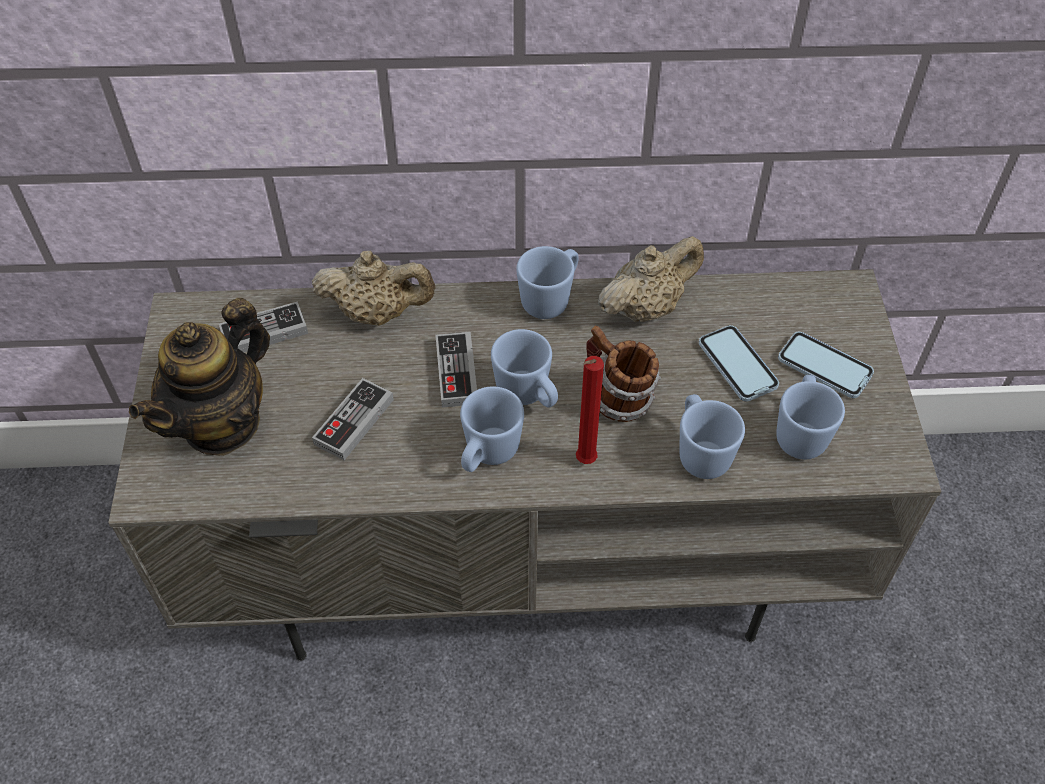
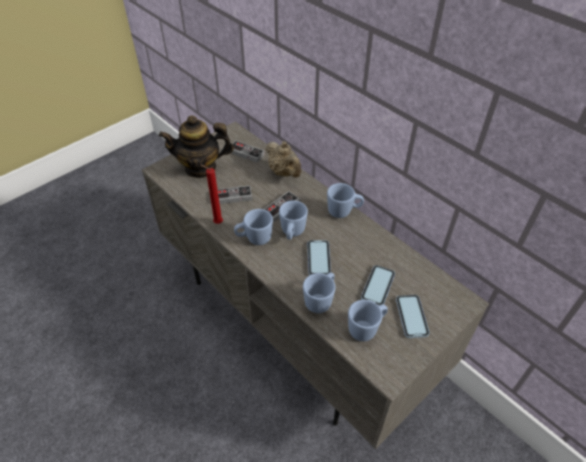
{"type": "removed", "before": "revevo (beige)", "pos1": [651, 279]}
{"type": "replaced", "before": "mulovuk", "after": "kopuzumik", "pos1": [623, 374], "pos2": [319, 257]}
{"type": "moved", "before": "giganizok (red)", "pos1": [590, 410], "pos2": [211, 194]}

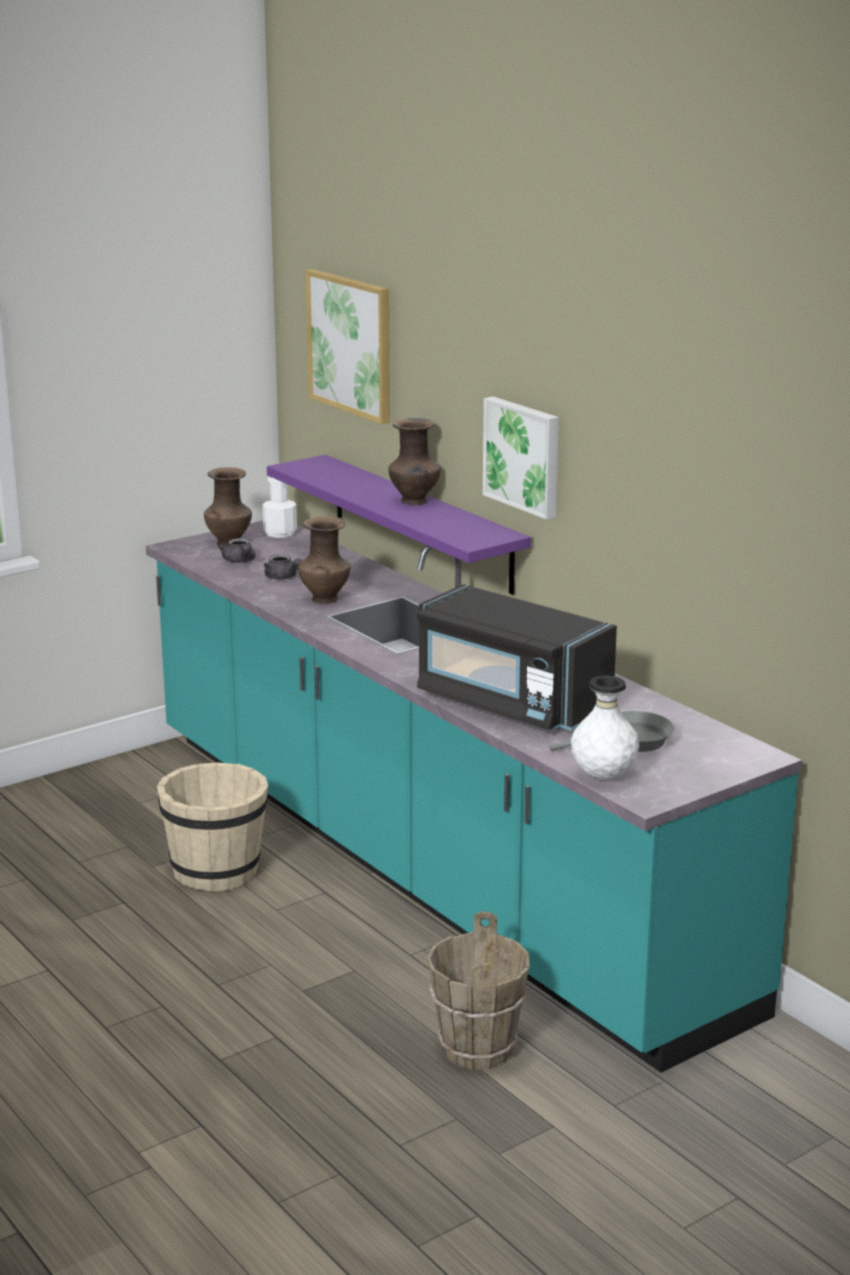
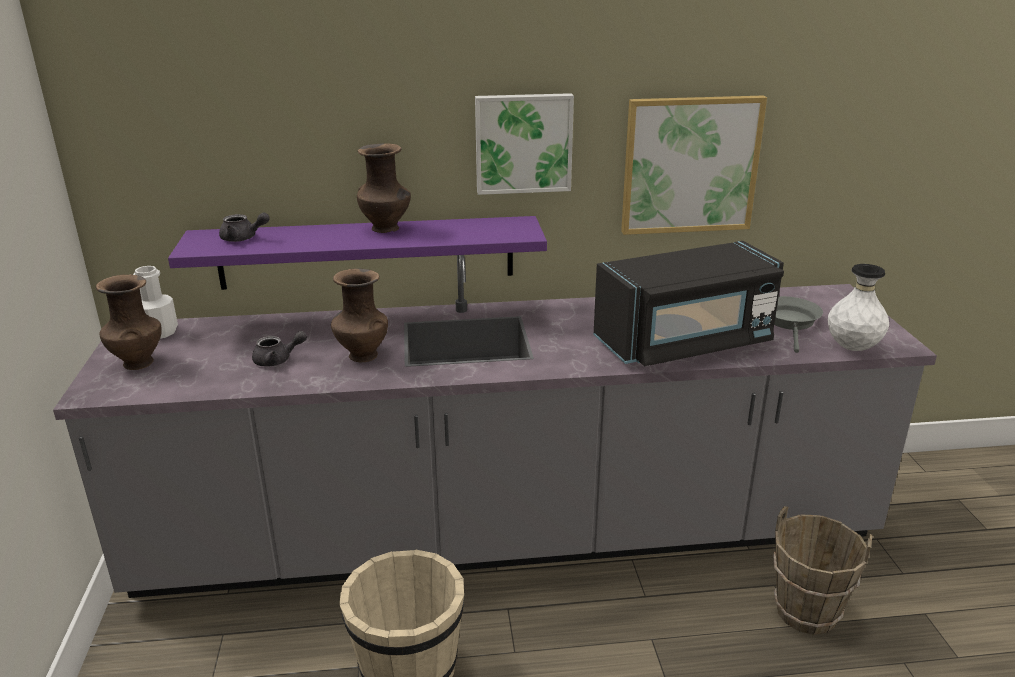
{"type": "moved", "before": "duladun", "pos1": [348, 346], "pos2": [694, 165]}
{"type": "recoloured", "before": "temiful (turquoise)", "after": "temiful (grey)", "pos1": [474, 797], "pos2": [495, 426]}
{"type": "moved", "before": "revevo (grey)", "pos1": [236, 550], "pos2": [244, 227]}

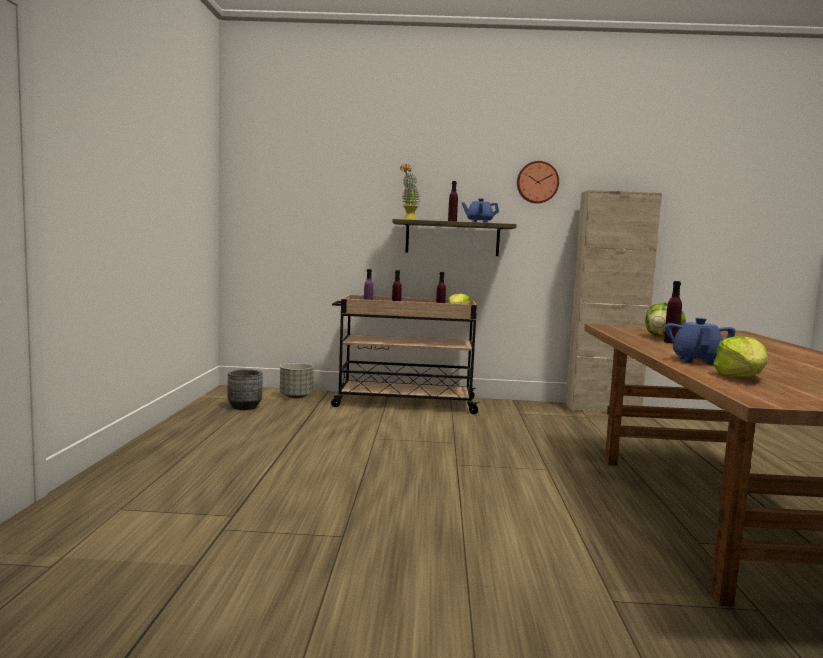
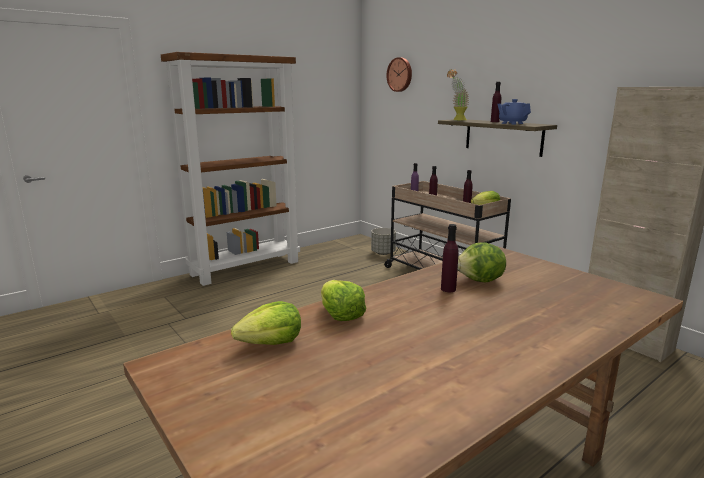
{"type": "moved", "before": "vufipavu", "pos1": [538, 182], "pos2": [399, 74]}
{"type": "replaced", "before": "revevo (blue)", "after": "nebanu", "pos1": [700, 341], "pos2": [343, 300]}
{"type": "removed", "before": "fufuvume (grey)", "pos1": [245, 389]}
{"type": "added", "after": "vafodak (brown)", "pos2": [230, 169]}

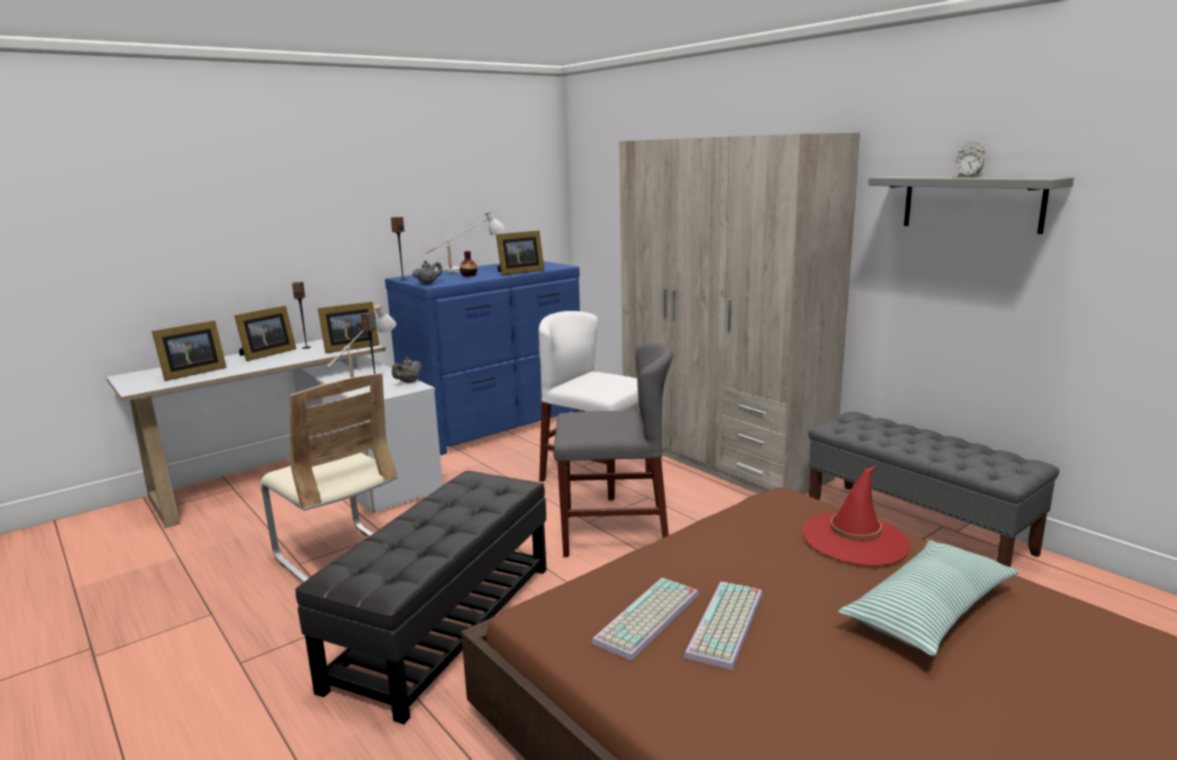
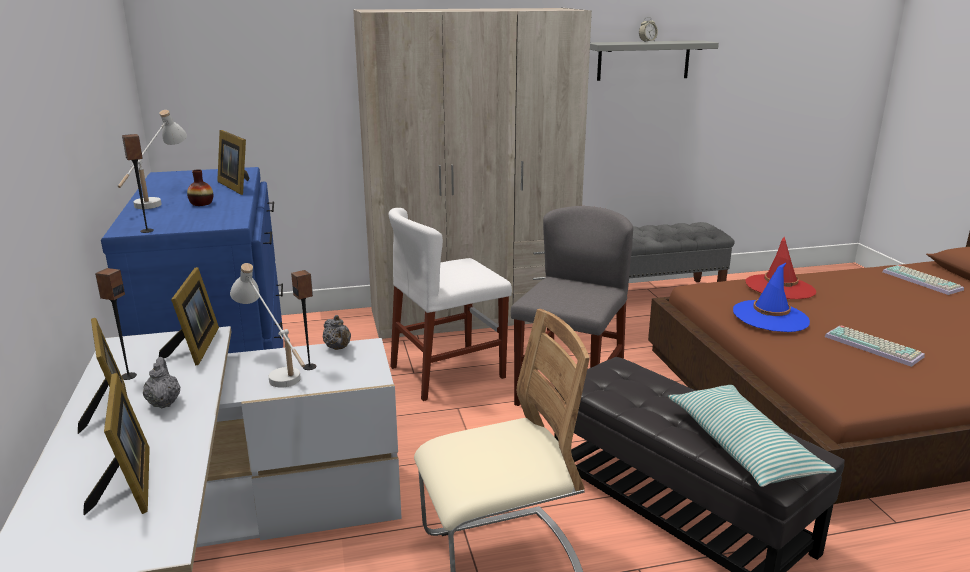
{"type": "turned", "before": "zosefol", "pos1": [520, 253], "pos2": [233, 162], "turn": 150}
{"type": "moved", "before": "revevo (grey)", "pos1": [427, 272], "pos2": [161, 382]}
{"type": "moved", "before": "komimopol", "pos1": [928, 598], "pos2": [752, 436]}
{"type": "moved", "before": "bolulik", "pos1": [645, 619], "pos2": [923, 280]}
{"type": "added", "after": "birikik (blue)", "pos2": [771, 297]}

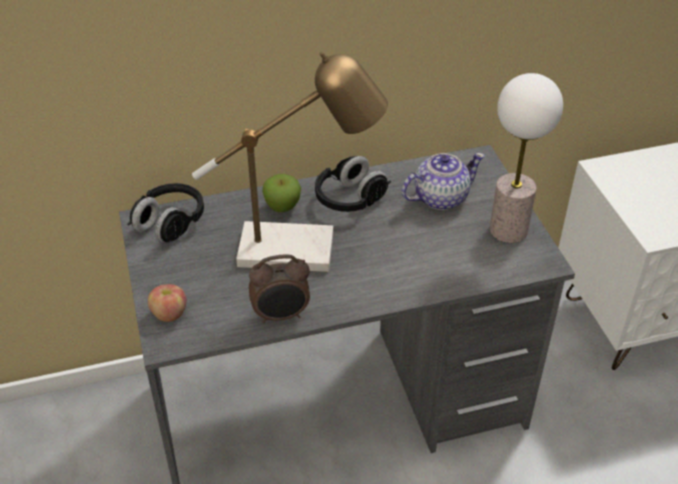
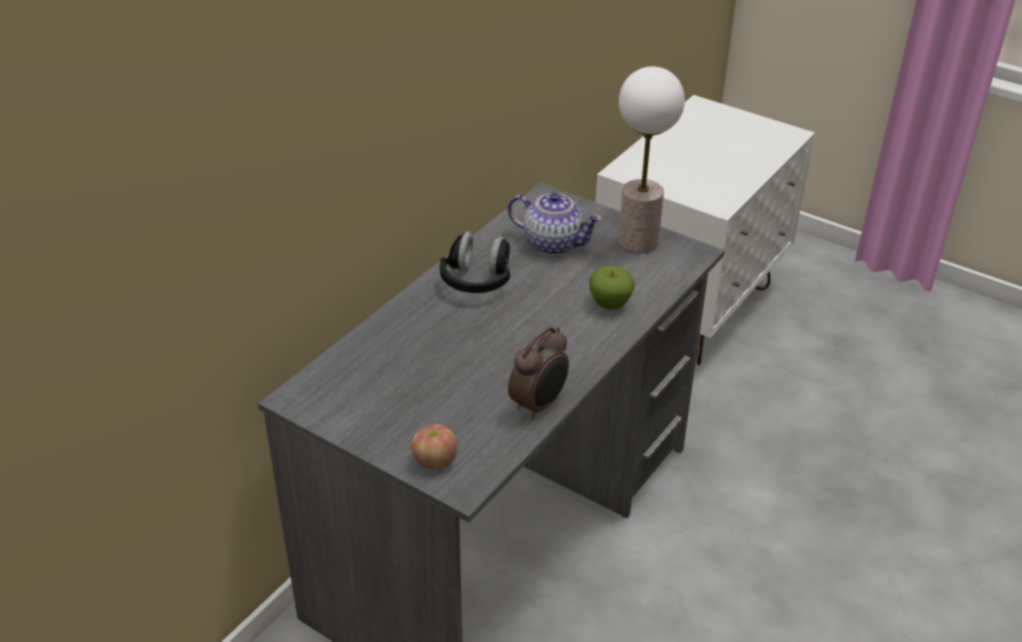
{"type": "removed", "before": "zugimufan", "pos1": [290, 162]}
{"type": "turned", "before": "revevo", "pos1": [443, 181], "pos2": [555, 224], "turn": 90}
{"type": "moved", "before": "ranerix", "pos1": [281, 193], "pos2": [612, 288]}
{"type": "removed", "before": "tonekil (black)", "pos1": [165, 213]}

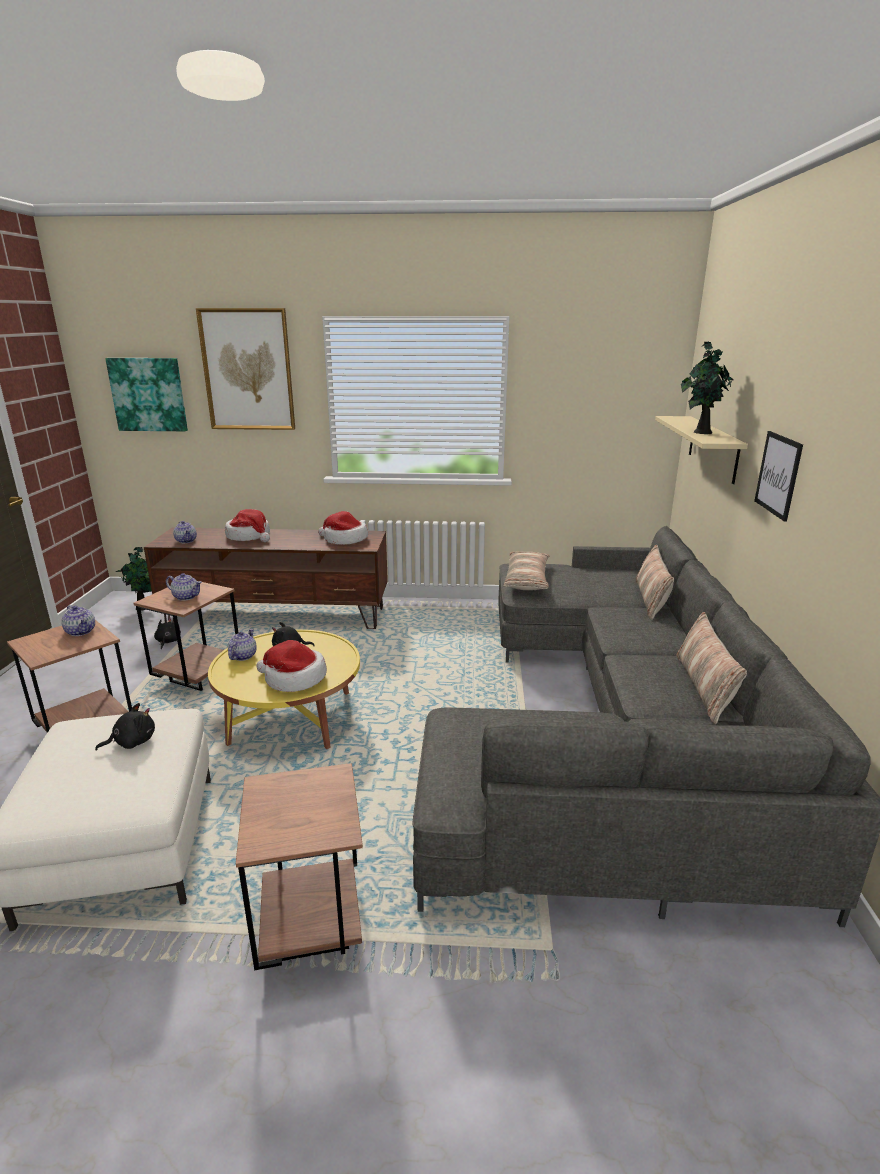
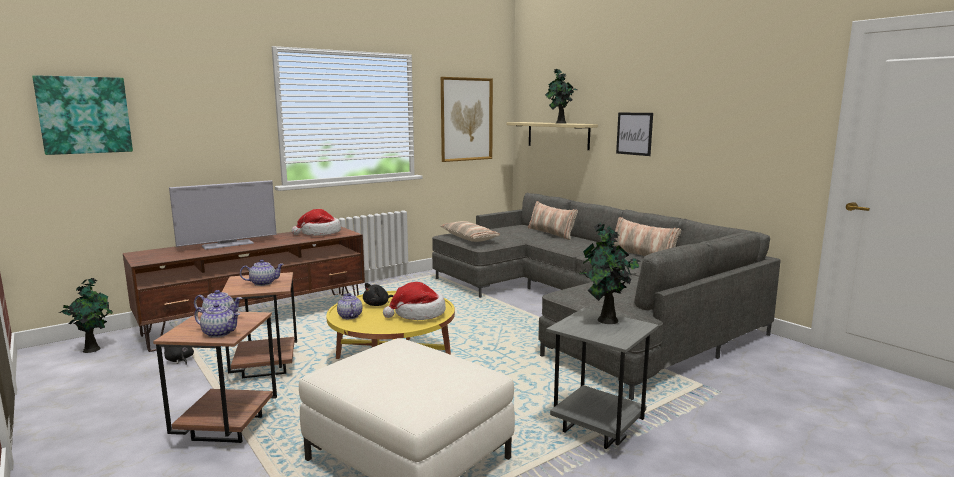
{"type": "moved", "before": "duladun", "pos1": [245, 369], "pos2": [467, 119]}
{"type": "replaced", "before": "birikik", "after": "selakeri", "pos1": [247, 525], "pos2": [223, 215]}
{"type": "moved", "before": "revevo", "pos1": [185, 532], "pos2": [217, 320]}
{"type": "removed", "before": "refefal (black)", "pos1": [125, 727]}
{"type": "recoloured", "before": "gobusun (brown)", "after": "gobusun (grey)", "pos1": [299, 866], "pos2": [602, 378]}
{"type": "added", "after": "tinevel", "pos2": [609, 273]}

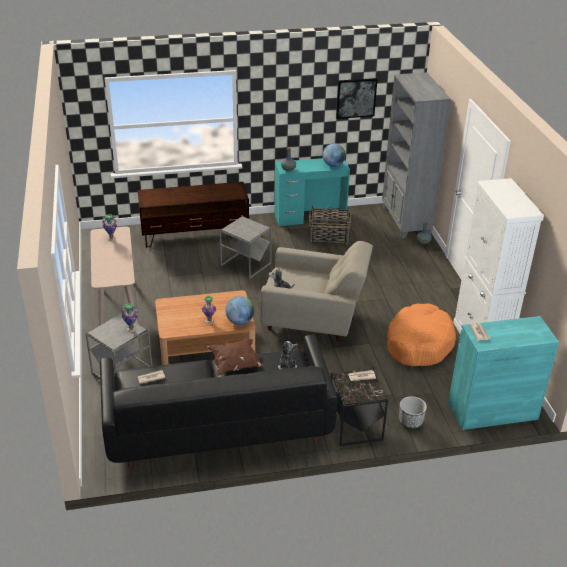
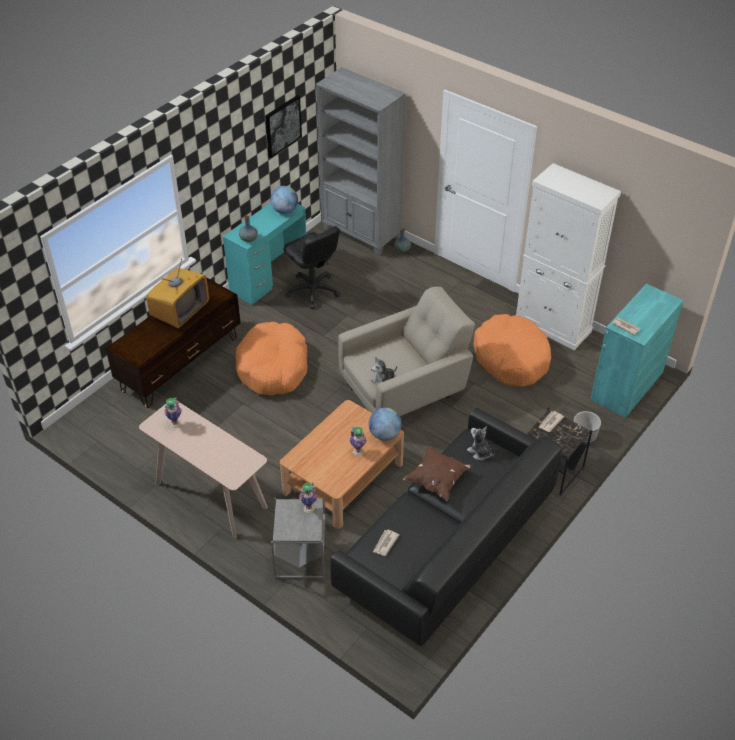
{"type": "replaced", "before": "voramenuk", "after": "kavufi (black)", "pos1": [330, 224], "pos2": [312, 267]}
{"type": "replaced", "before": "gobusun (grey)", "after": "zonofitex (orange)", "pos1": [245, 247], "pos2": [271, 359]}
{"type": "added", "after": "selakeri", "pos2": [177, 293]}

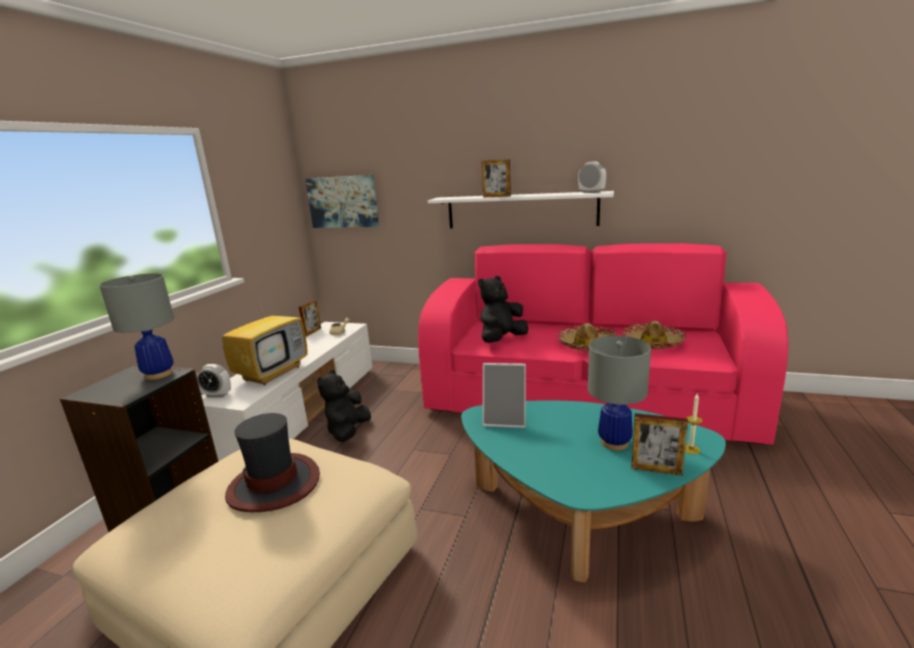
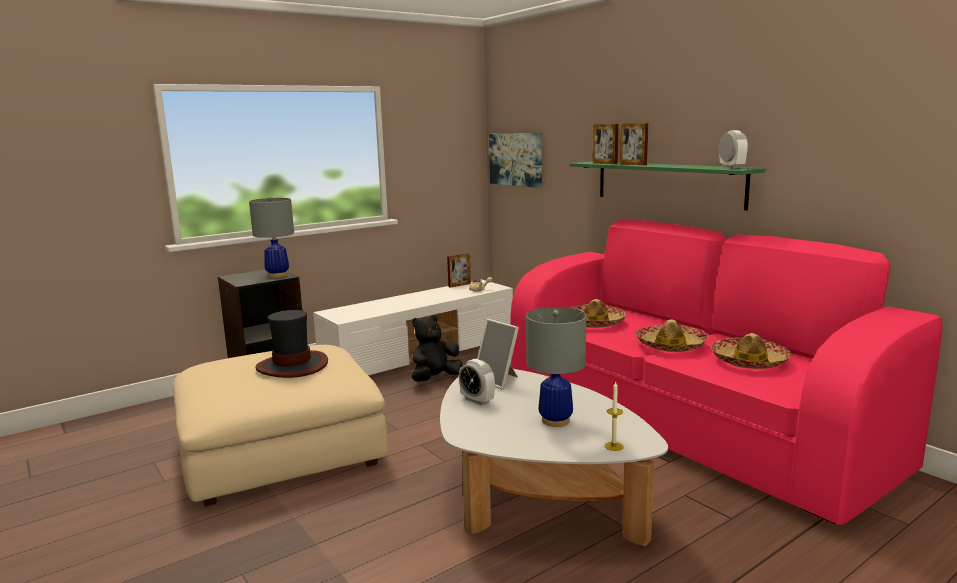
{"type": "recoloured", "before": "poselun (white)", "after": "poselun (green)", "pos1": [521, 210], "pos2": [668, 186]}
{"type": "replaced", "before": "refefal (black)", "after": "birikik", "pos1": [503, 309], "pos2": [598, 313]}
{"type": "removed", "before": "selakeri", "pos1": [265, 335]}
{"type": "moved", "before": "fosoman", "pos1": [213, 380], "pos2": [477, 382]}
{"type": "recoloured", "before": "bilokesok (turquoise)", "after": "bilokesok (white)", "pos1": [593, 491], "pos2": [554, 457]}
{"type": "moved", "before": "zosefol", "pos1": [659, 444], "pos2": [606, 144]}

